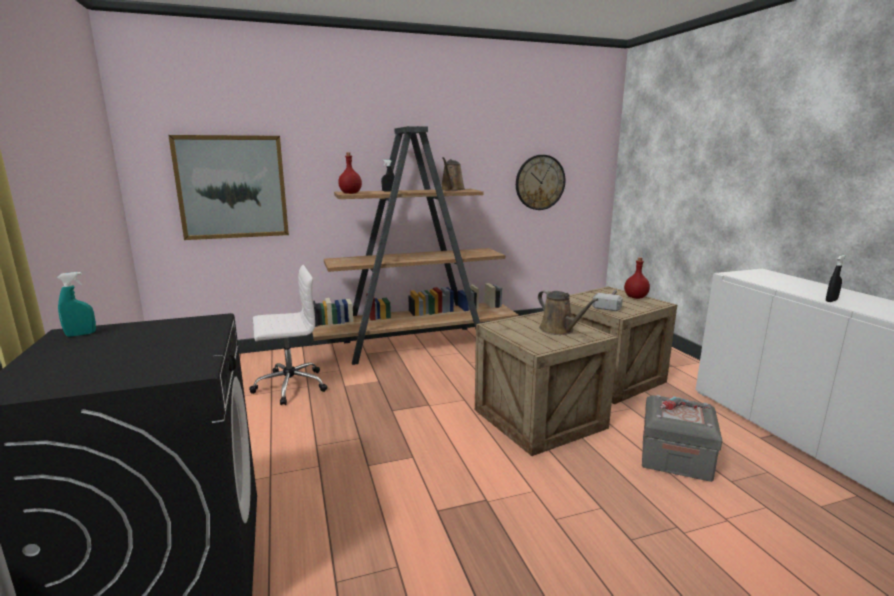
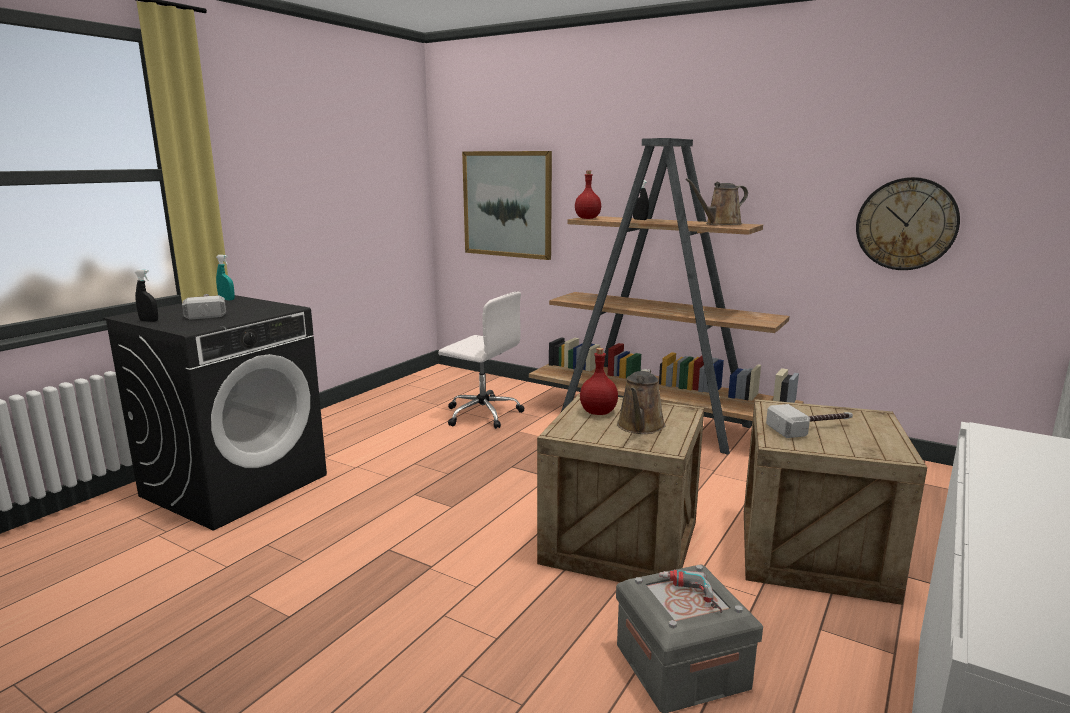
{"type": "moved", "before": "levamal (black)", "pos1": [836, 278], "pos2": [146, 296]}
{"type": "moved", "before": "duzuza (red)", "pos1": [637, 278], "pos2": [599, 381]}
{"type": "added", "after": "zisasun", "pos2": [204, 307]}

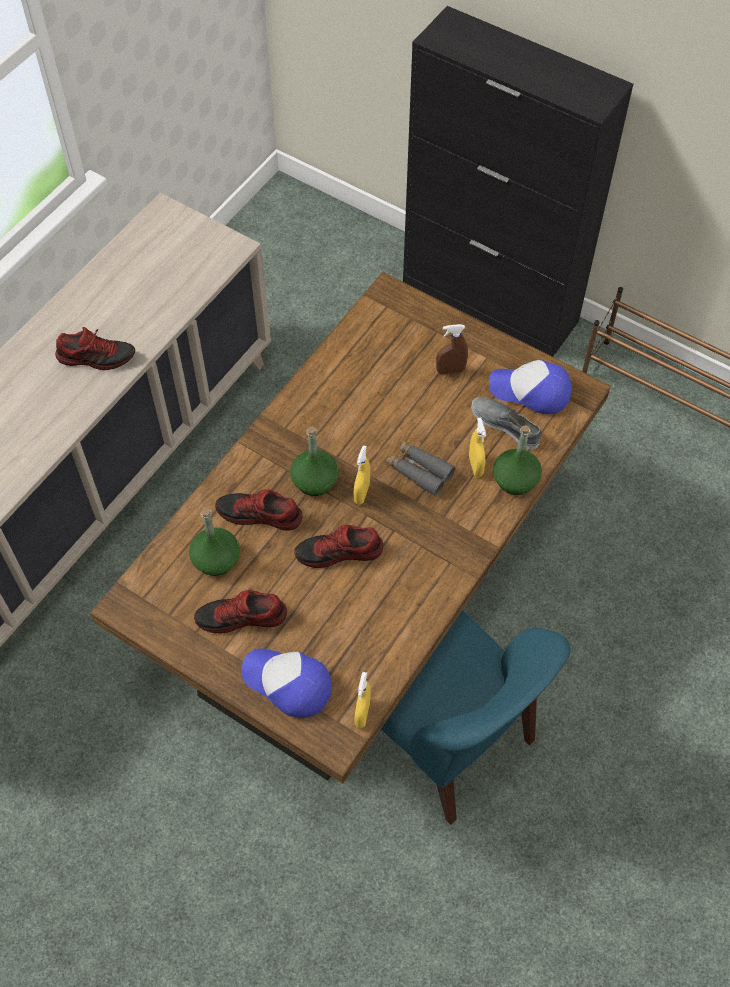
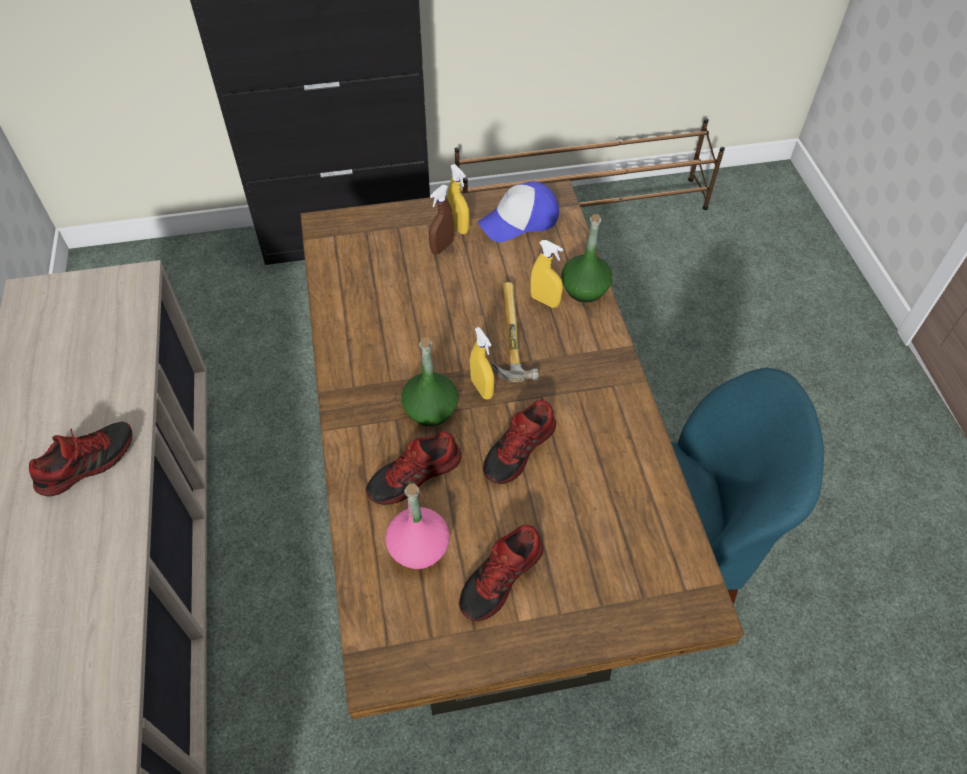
{"type": "removed", "before": "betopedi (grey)", "pos1": [506, 423]}
{"type": "replaced", "before": "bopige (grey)", "after": "zisasun", "pos1": [420, 468], "pos2": [515, 332]}
{"type": "recoloured", "before": "duzuza (green)", "after": "duzuza (pink)", "pos1": [214, 542], "pos2": [417, 526]}
{"type": "removed", "before": "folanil", "pos1": [286, 683]}
{"type": "moved", "before": "levamal (yellow)", "pos1": [362, 700], "pos2": [458, 199]}

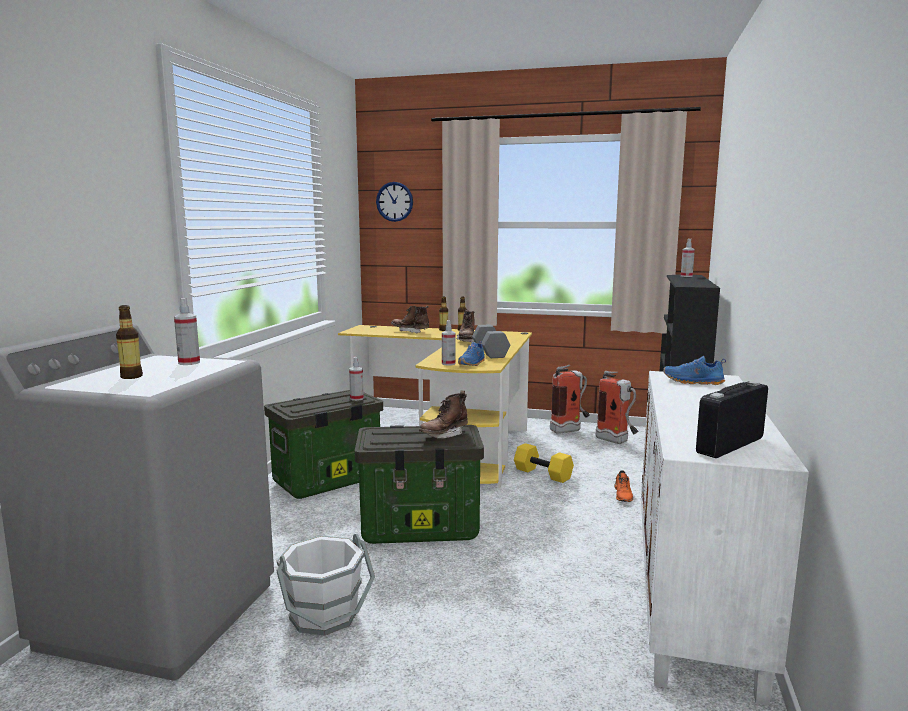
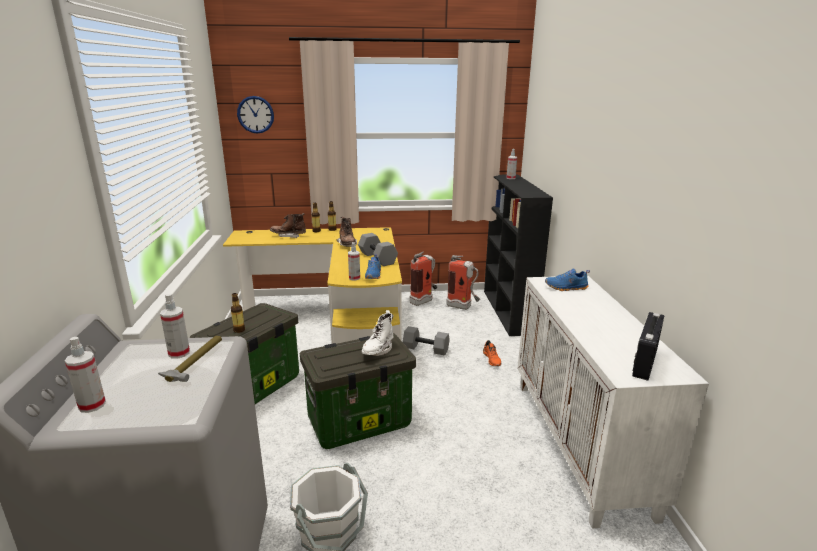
{"type": "moved", "before": "duzuza", "pos1": [129, 342], "pos2": [238, 313]}
{"type": "moved", "before": "levamal", "pos1": [356, 379], "pos2": [85, 375]}
{"type": "recoloured", "before": "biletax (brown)", "after": "biletax (white)", "pos1": [443, 415], "pos2": [378, 333]}
{"type": "recoloured", "before": "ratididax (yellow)", "after": "ratididax (grey)", "pos1": [544, 463], "pos2": [426, 341]}
{"type": "added", "after": "zisasun", "pos2": [190, 359]}

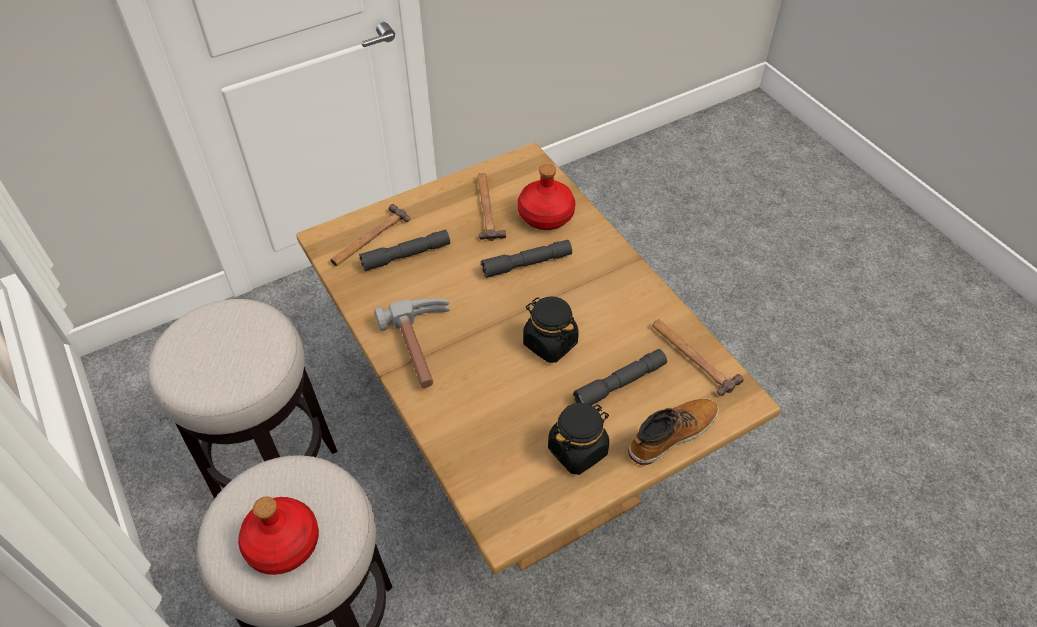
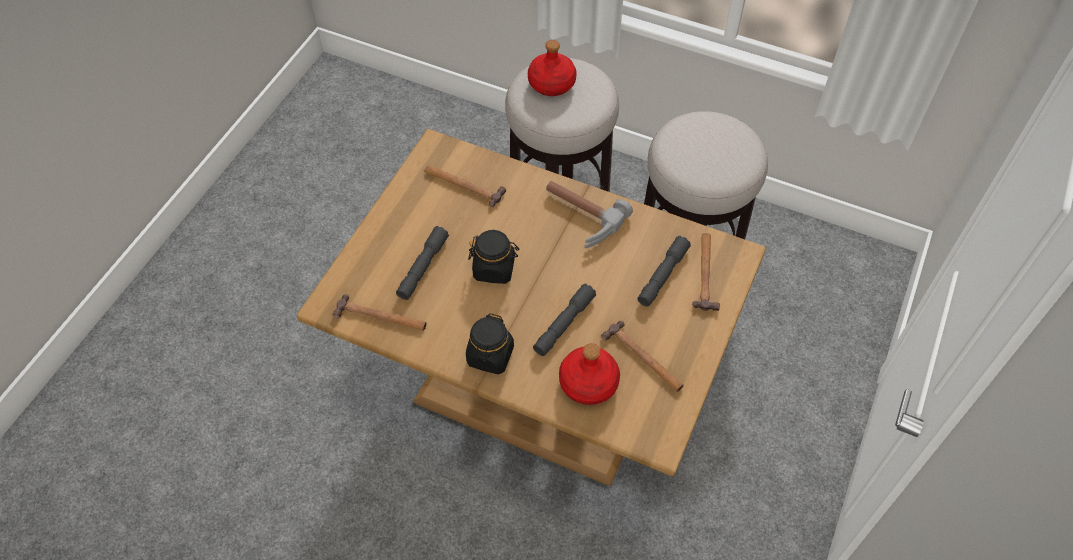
{"type": "removed", "before": "biletax", "pos1": [673, 431]}
{"type": "moved", "before": "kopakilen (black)", "pos1": [578, 439], "pos2": [490, 343]}
{"type": "added", "after": "zisasun", "pos2": [465, 186]}

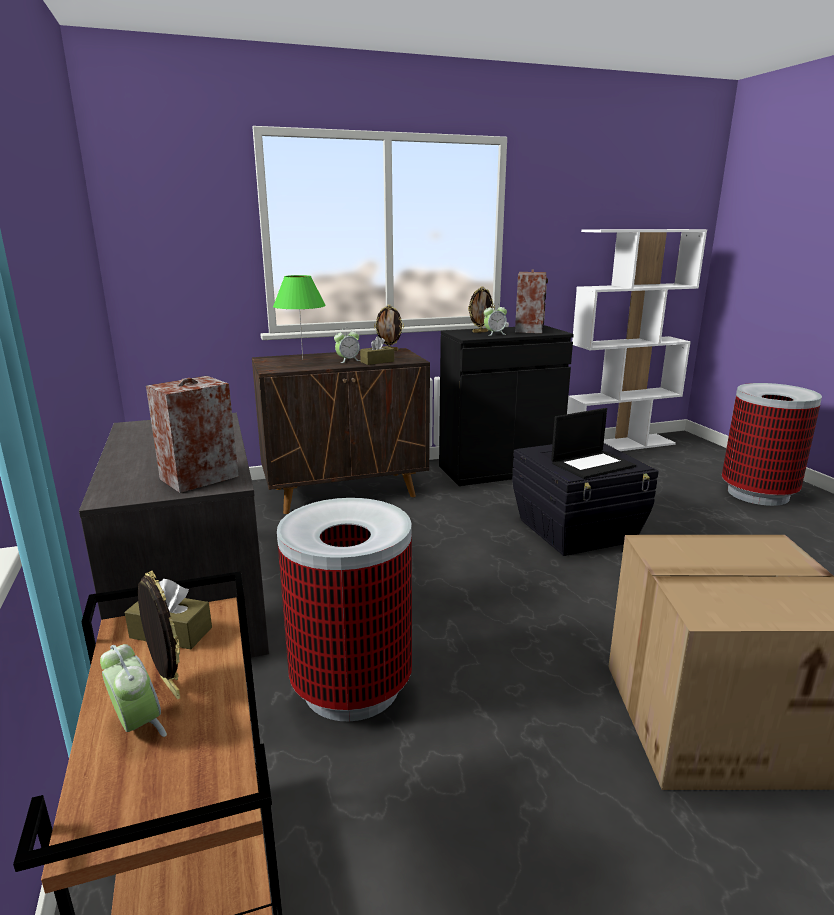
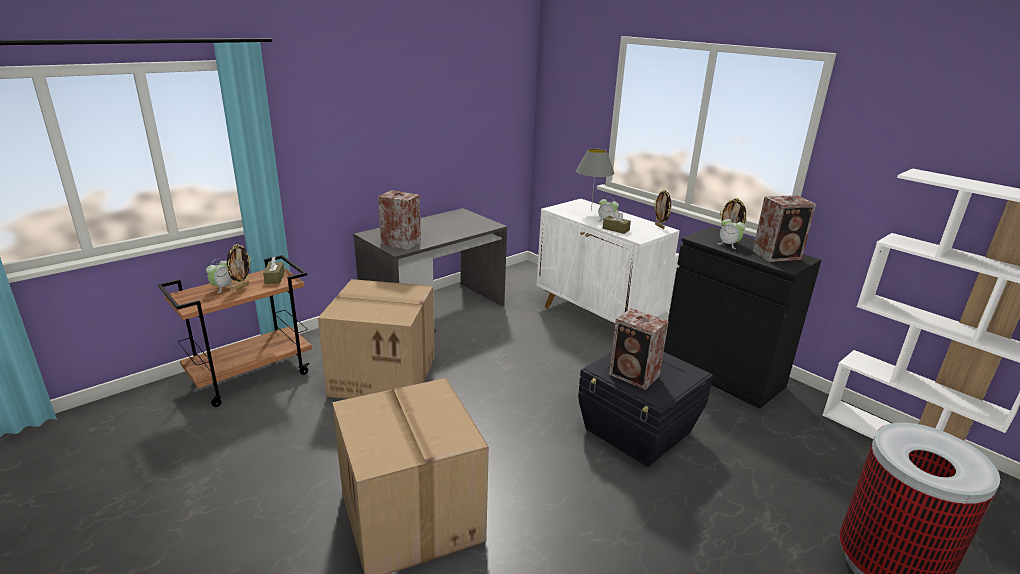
{"type": "recoloured", "before": "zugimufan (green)", "after": "zugimufan (grey)", "pos1": [299, 317], "pos2": [595, 179]}
{"type": "recoloured", "before": "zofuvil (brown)", "after": "zofuvil (white)", "pos1": [341, 431], "pos2": [608, 261]}
{"type": "replaced", "before": "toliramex", "after": "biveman", "pos1": [593, 443], "pos2": [639, 349]}
{"type": "replaced", "before": "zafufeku", "after": "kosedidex", "pos1": [344, 609], "pos2": [376, 339]}

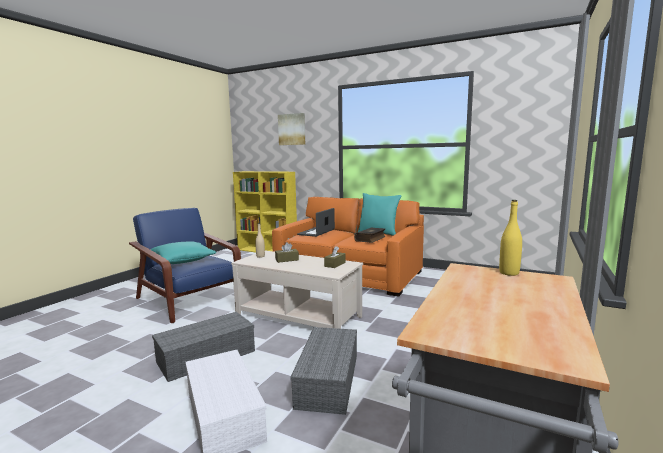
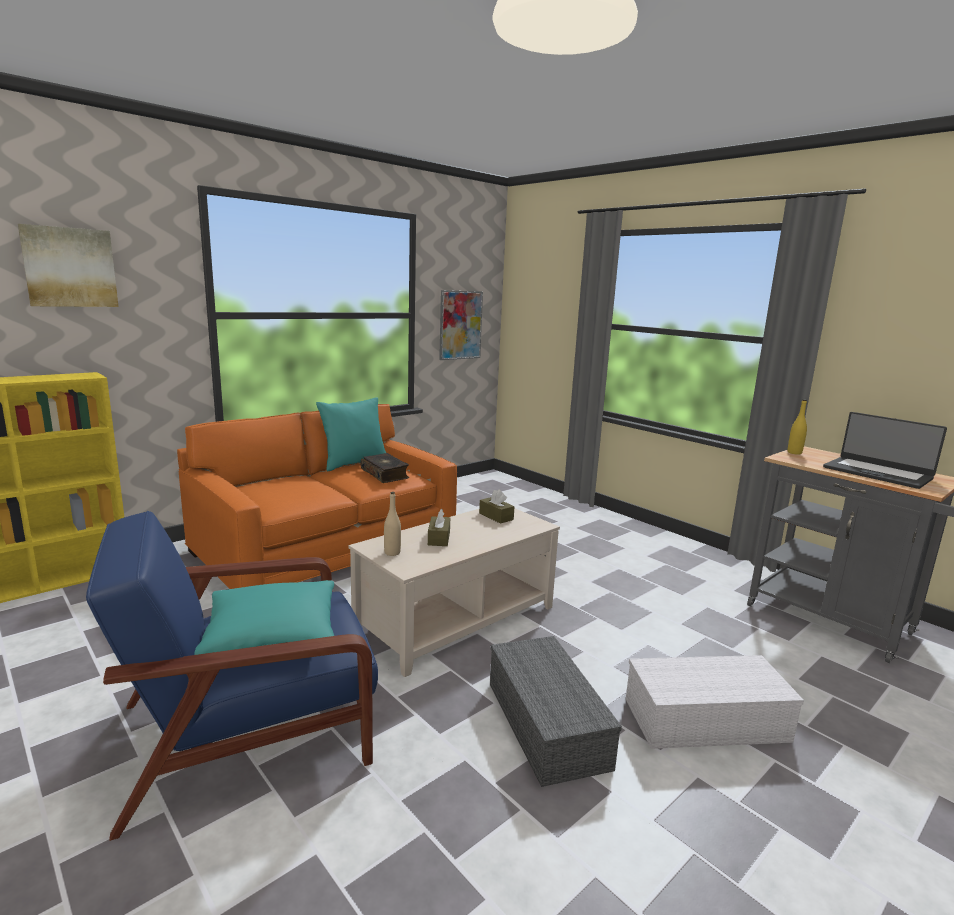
{"type": "moved", "before": "toliramex", "pos1": [316, 222], "pos2": [885, 450]}
{"type": "removed", "before": "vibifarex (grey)", "pos1": [323, 371]}
{"type": "added", "after": "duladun", "pos2": [461, 325]}

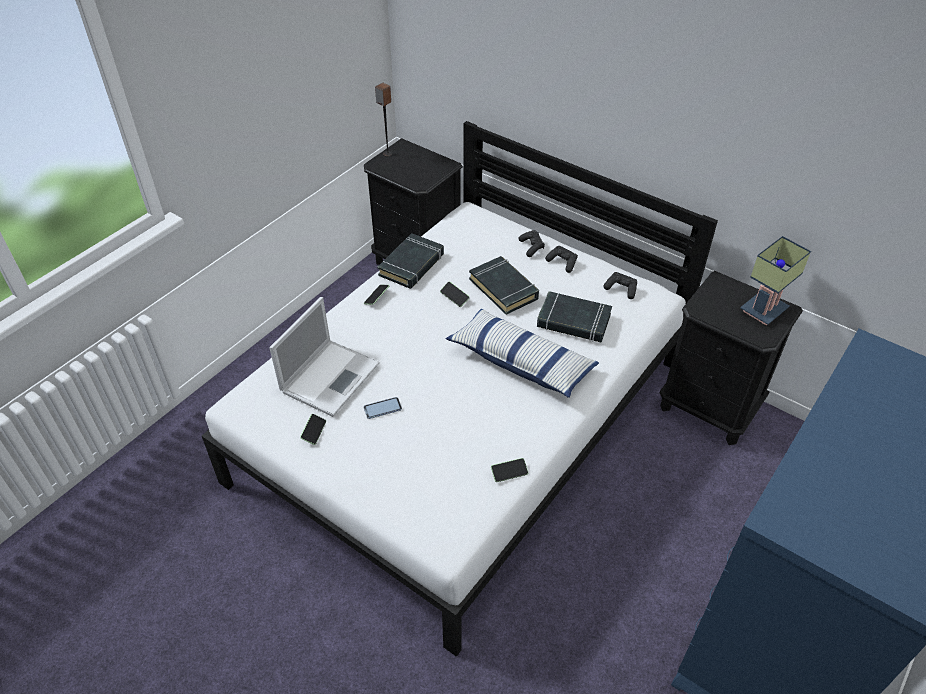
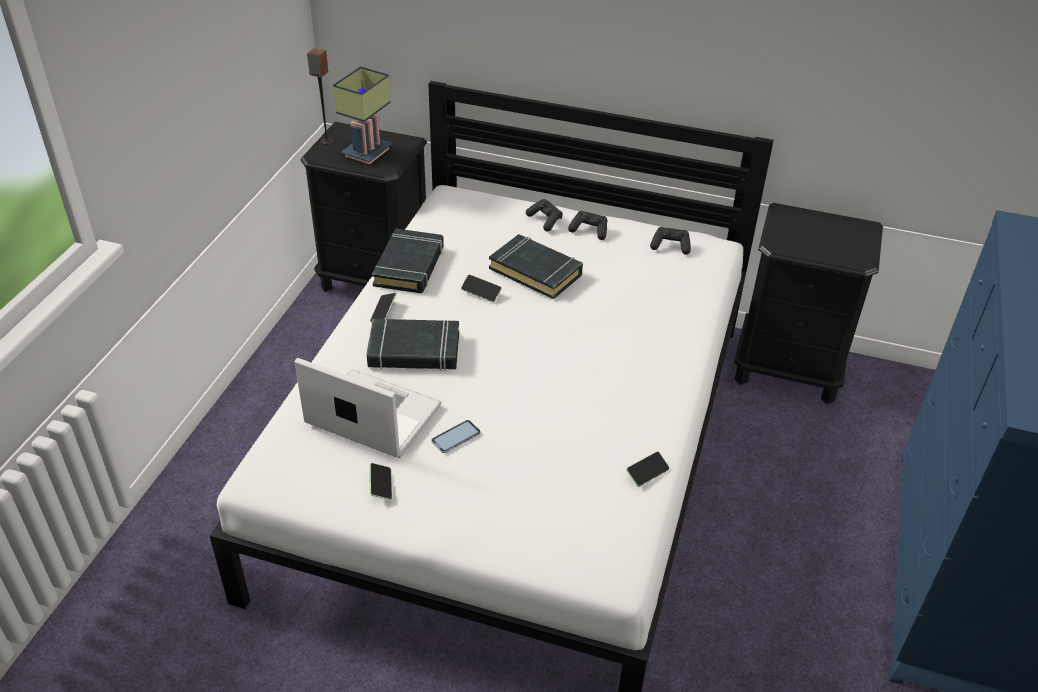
{"type": "moved", "before": "zugimufan", "pos1": [775, 280], "pos2": [363, 115]}
{"type": "moved", "before": "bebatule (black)", "pos1": [574, 316], "pos2": [412, 345]}
{"type": "turned", "before": "toliramex", "pos1": [324, 357], "pos2": [367, 408], "turn": -75}
{"type": "removed", "before": "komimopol", "pos1": [522, 353]}

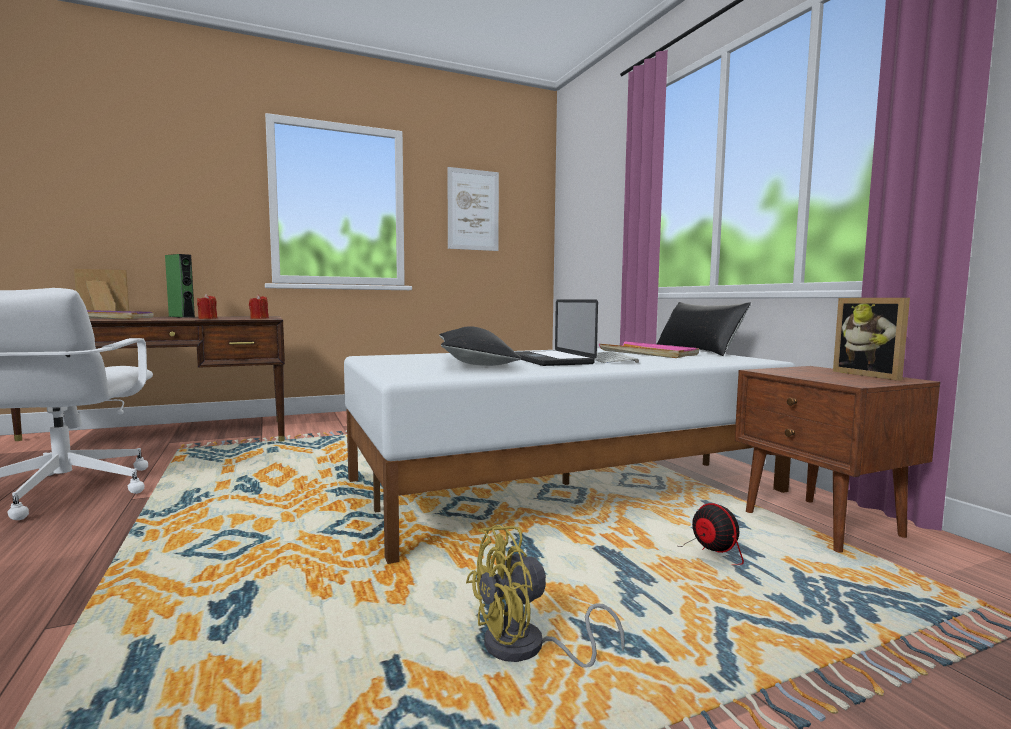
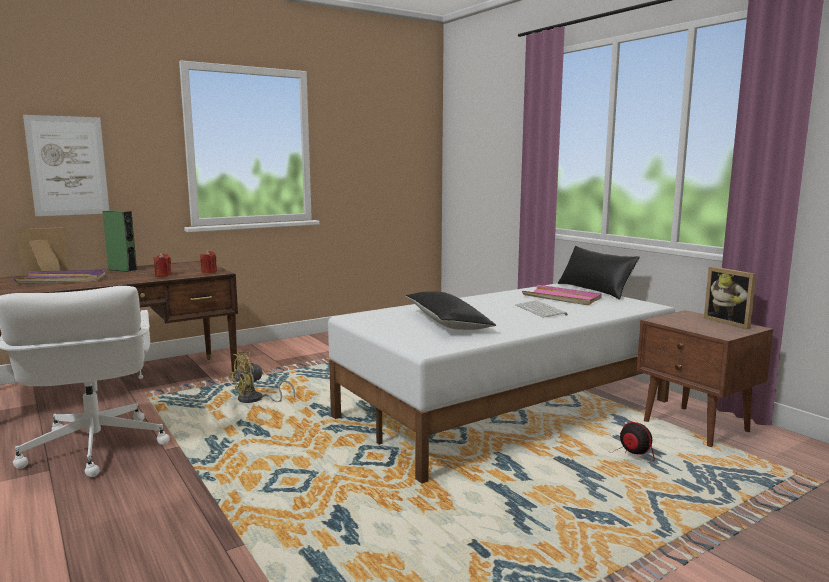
{"type": "moved", "before": "duladun", "pos1": [473, 209], "pos2": [66, 165]}
{"type": "removed", "before": "toliramex", "pos1": [557, 332]}
{"type": "moved", "before": "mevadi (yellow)", "pos1": [545, 596], "pos2": [262, 377]}

